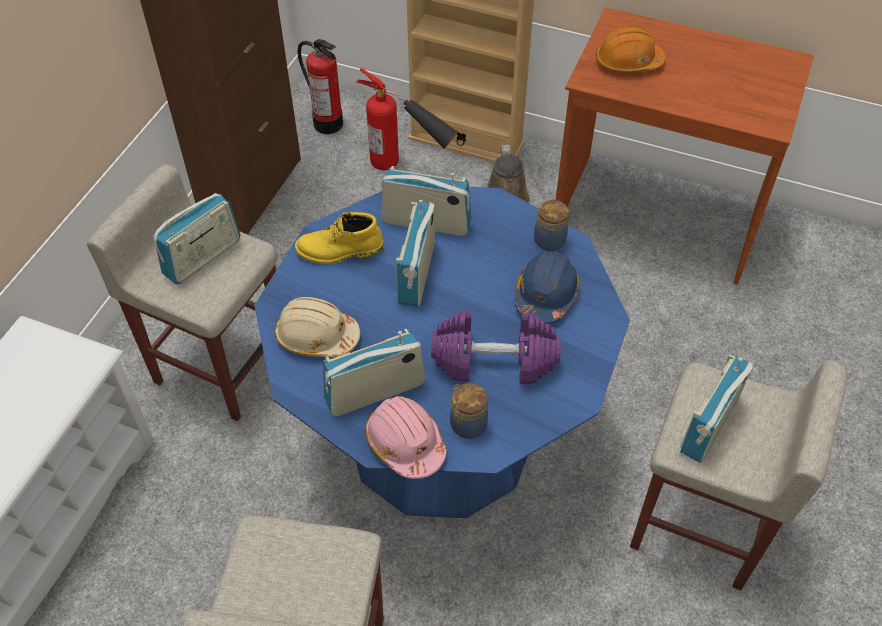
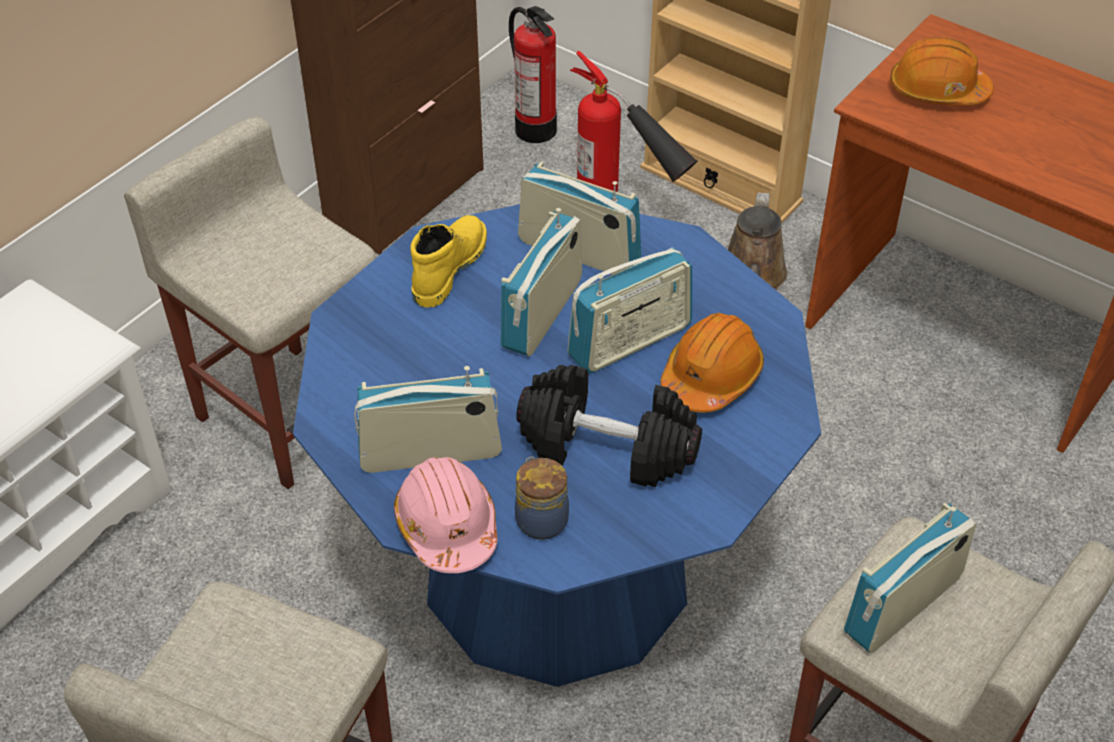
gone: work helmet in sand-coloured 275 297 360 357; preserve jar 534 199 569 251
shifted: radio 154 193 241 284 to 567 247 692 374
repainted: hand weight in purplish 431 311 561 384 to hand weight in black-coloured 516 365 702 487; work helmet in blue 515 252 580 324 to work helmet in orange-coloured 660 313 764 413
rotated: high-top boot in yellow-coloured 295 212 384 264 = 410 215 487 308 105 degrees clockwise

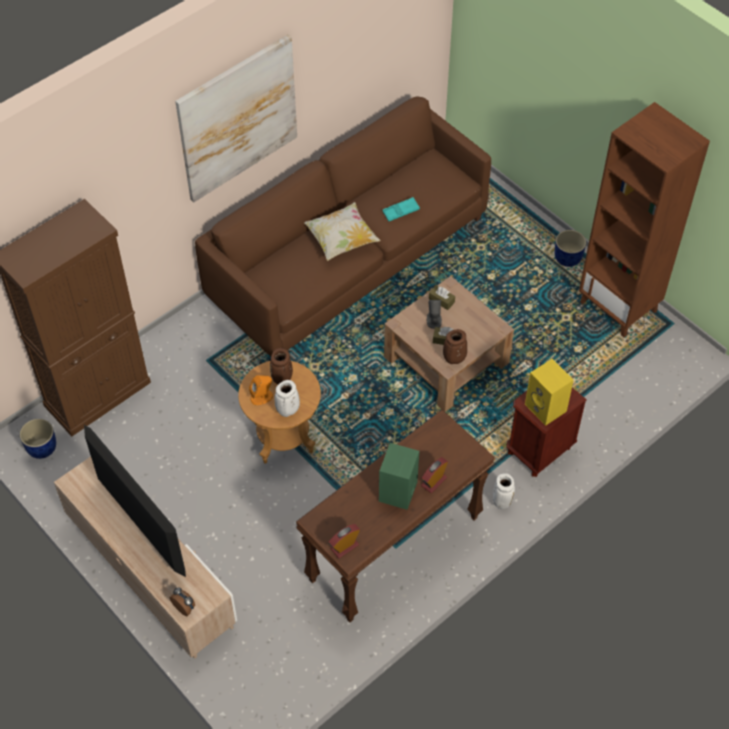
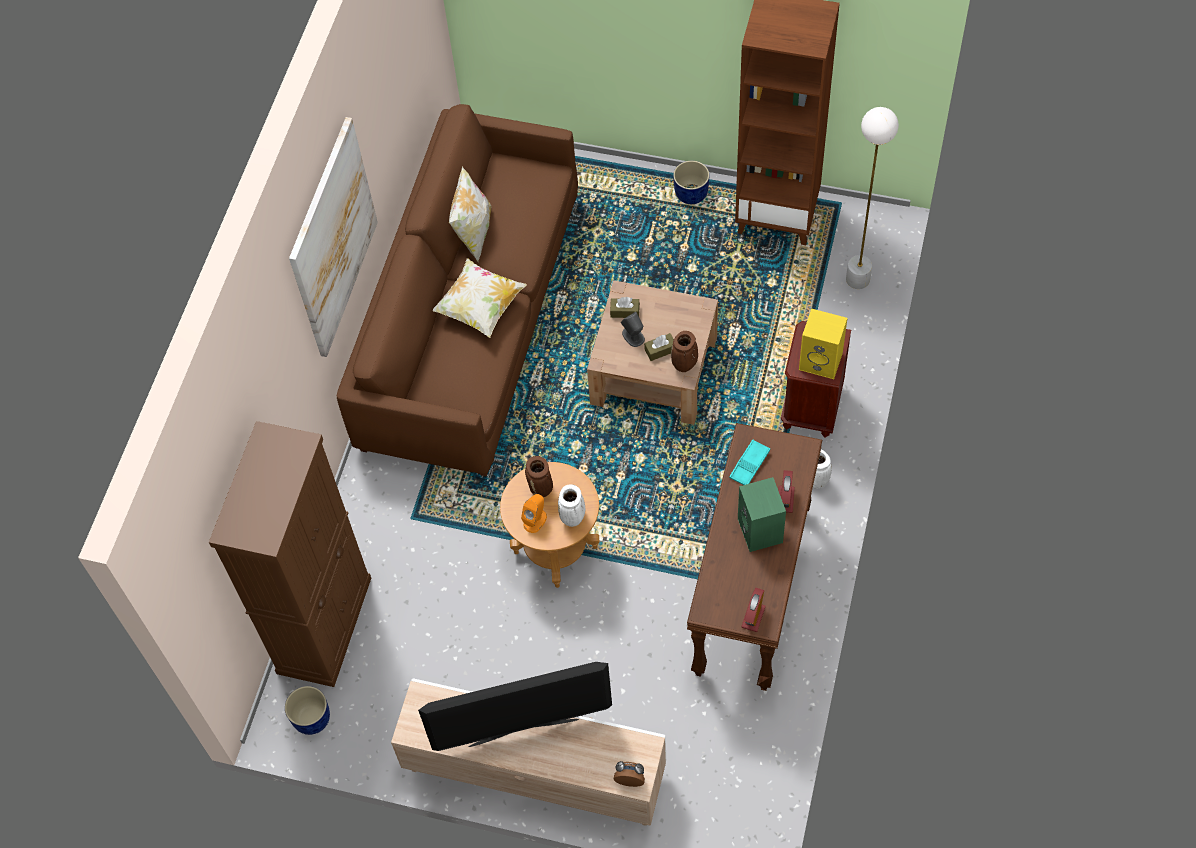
new: pillow 449 166 491 262; floor lamp in white 846 107 899 289
shifted: carrying tray in blue-green 382 197 420 221 to 729 439 770 485
rotated: television 84 425 186 577 = 418 662 612 751 150 degrees clockwise

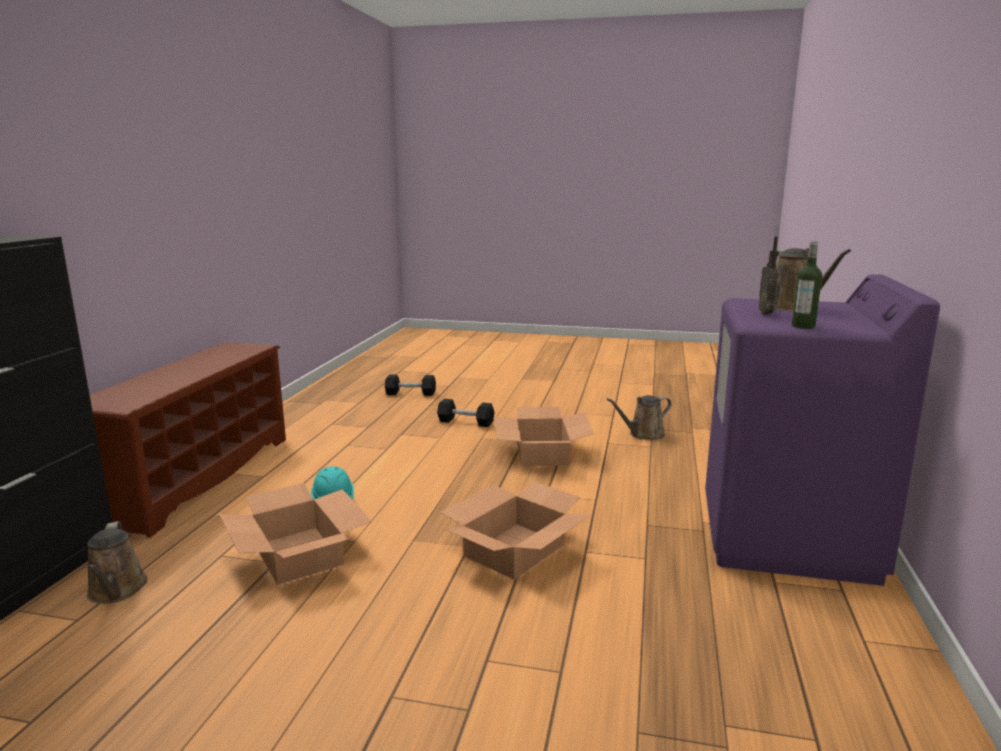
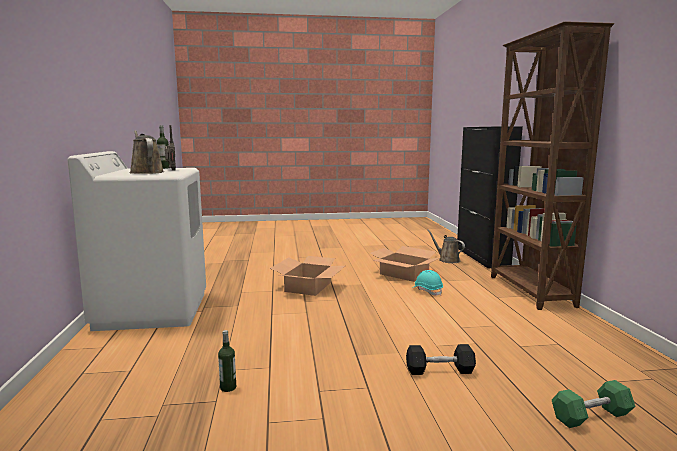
gone: packing box 495 407 594 466
swapped: shoe shelf in brown 90 342 286 538 to bookcase in brown 491 21 614 310; watering pot in brown 607 395 672 440 to drink bottle 218 330 236 392
repainted: hand weight in black-coloured 385 374 436 396 to hand weight in green-coloured 552 380 636 428; laundry machine in purplish 705 274 940 586 to laundry machine in white 67 151 206 331

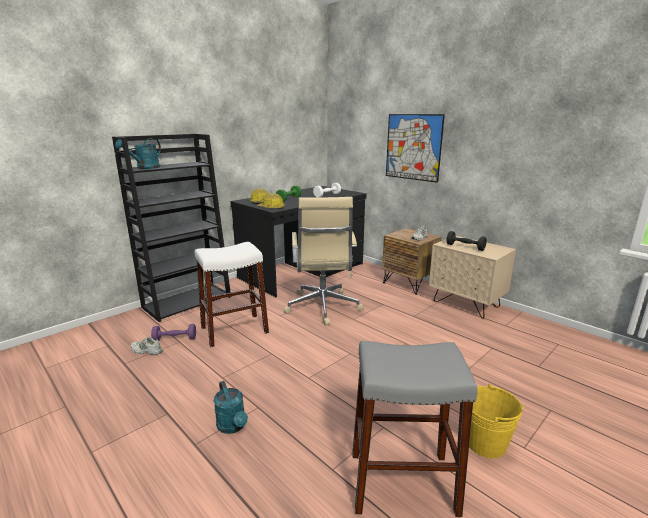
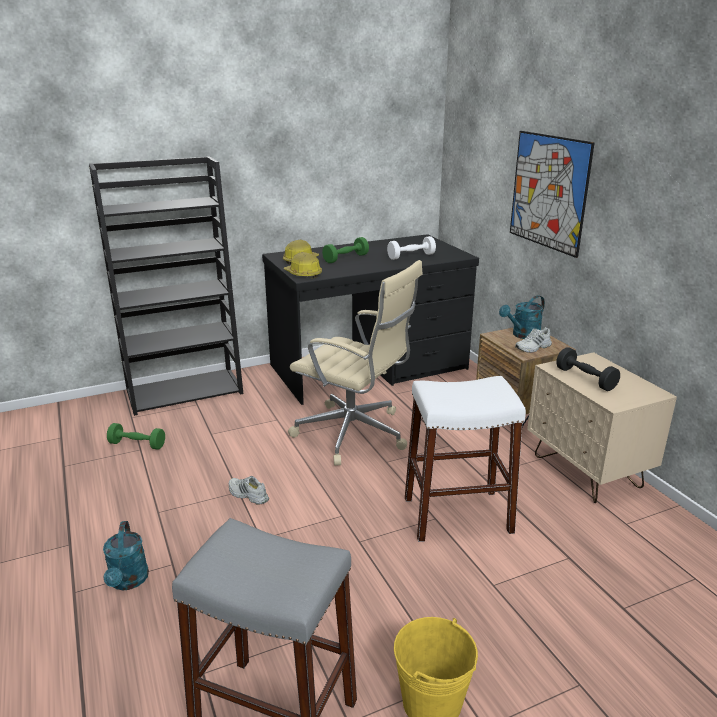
shifted: watering pot in blue-green 115 138 161 169 to 499 295 545 339; shoe in white 131 337 163 355 to 229 476 269 505; sitting stool in white 195 242 269 347 to 405 376 526 542
repainted: hand weight in purplish 151 324 196 341 to hand weight in green-coloured 107 423 165 450
rotated: computer chair in sand-coloured 283 197 364 325 = 288 260 423 466 75 degrees counterclockwise

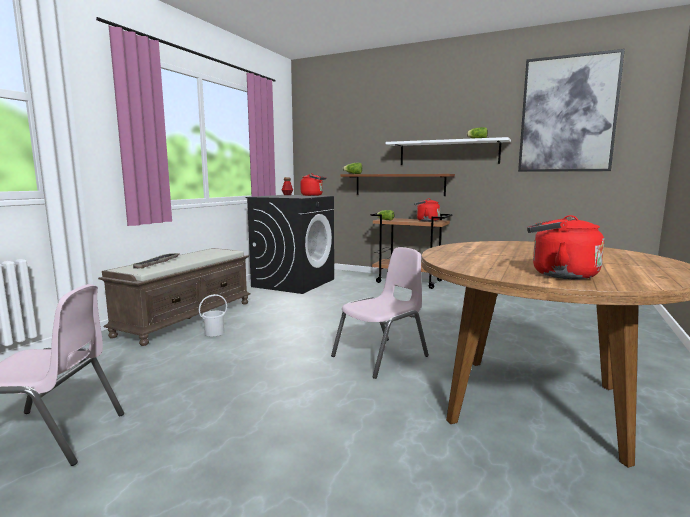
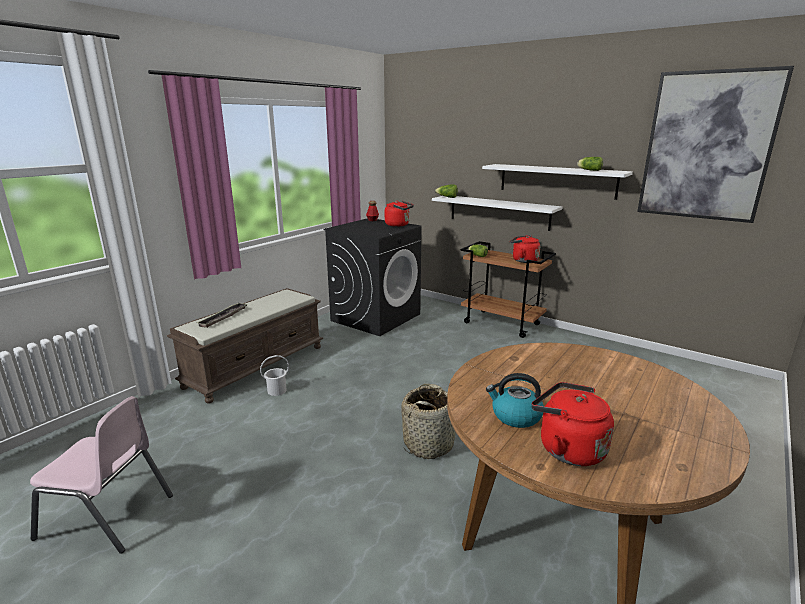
new: water kettle 486 373 544 428
swapped: chair in pinkish 331 247 429 379 to storage basket 401 384 456 459
repainted: bracket shelf in brown 340 174 455 196 to bracket shelf in white 432 196 562 231

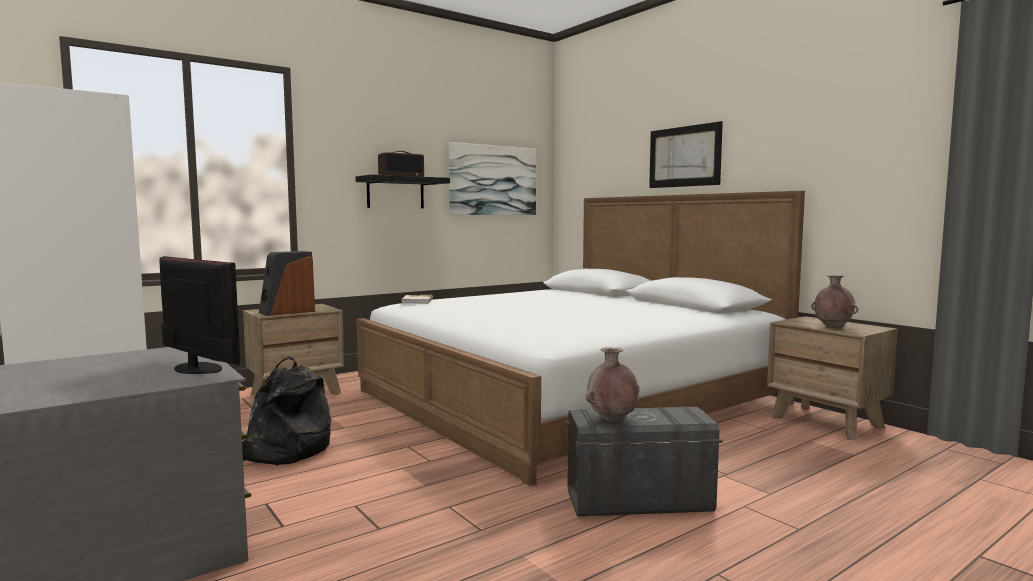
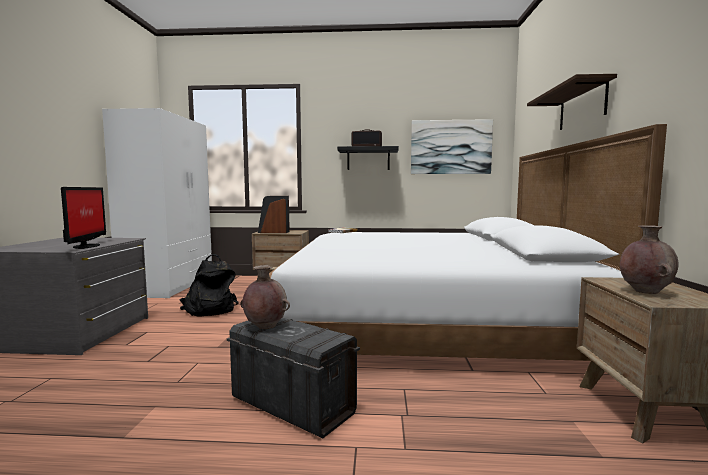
swapped: picture 649 121 723 188 to bracket shelf 527 74 617 130

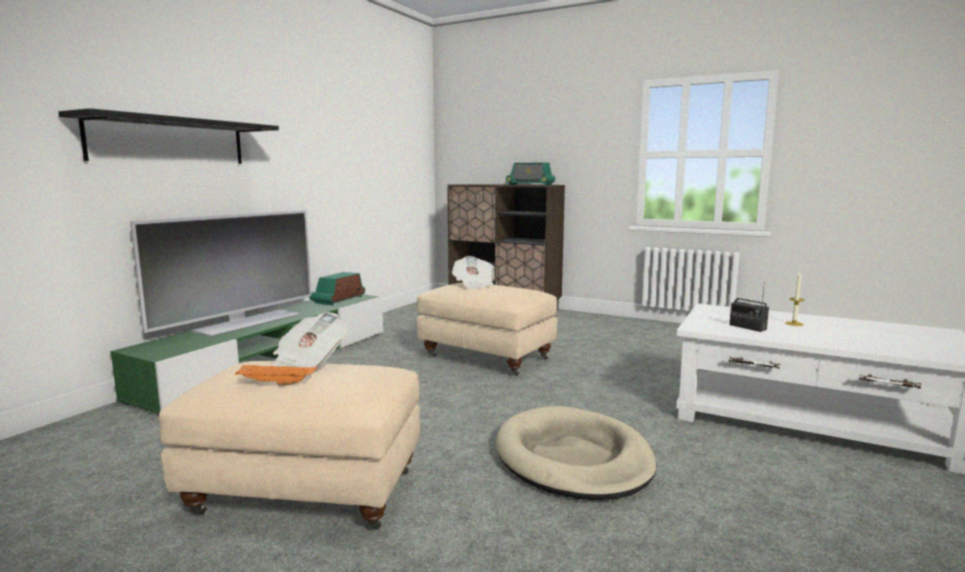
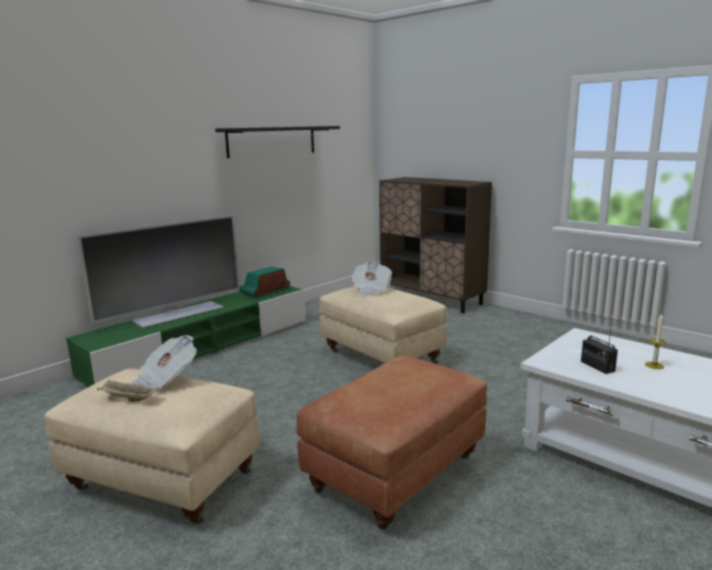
gone: radio 506 163 555 185
shifted: bracket shelf in black-coloured 58 108 279 164 to 215 126 340 158
swapped: dog cushion in sand-coloured 496 406 657 500 to pouffe in brown 296 356 487 530
repainted: carrying tray in orange-coloured 235 364 317 386 to carrying tray in sand-coloured 97 380 159 402

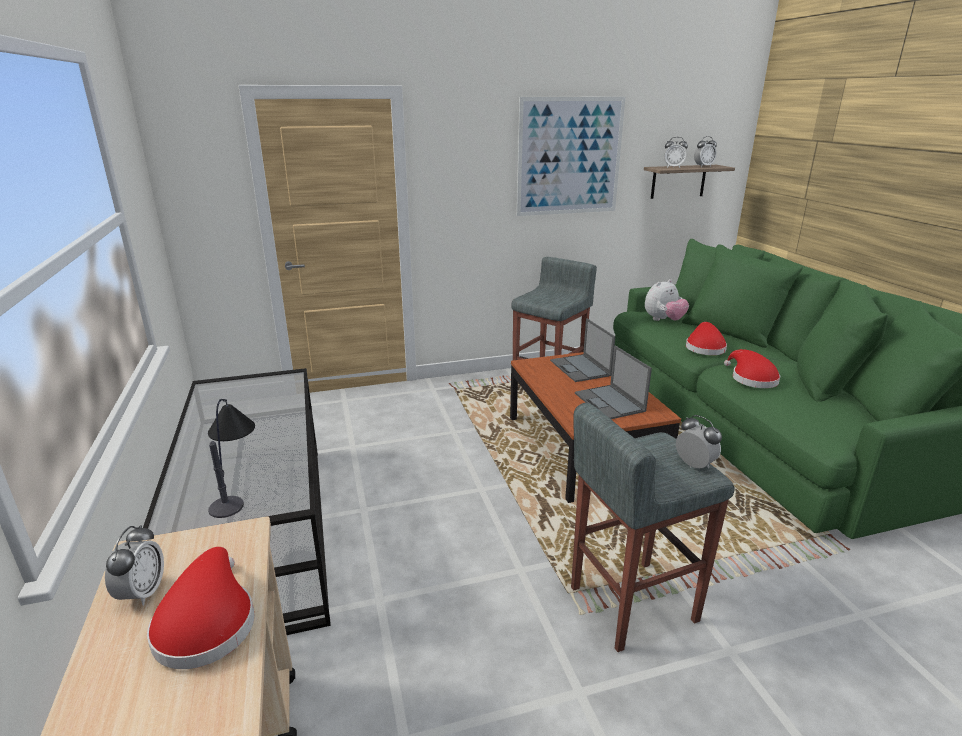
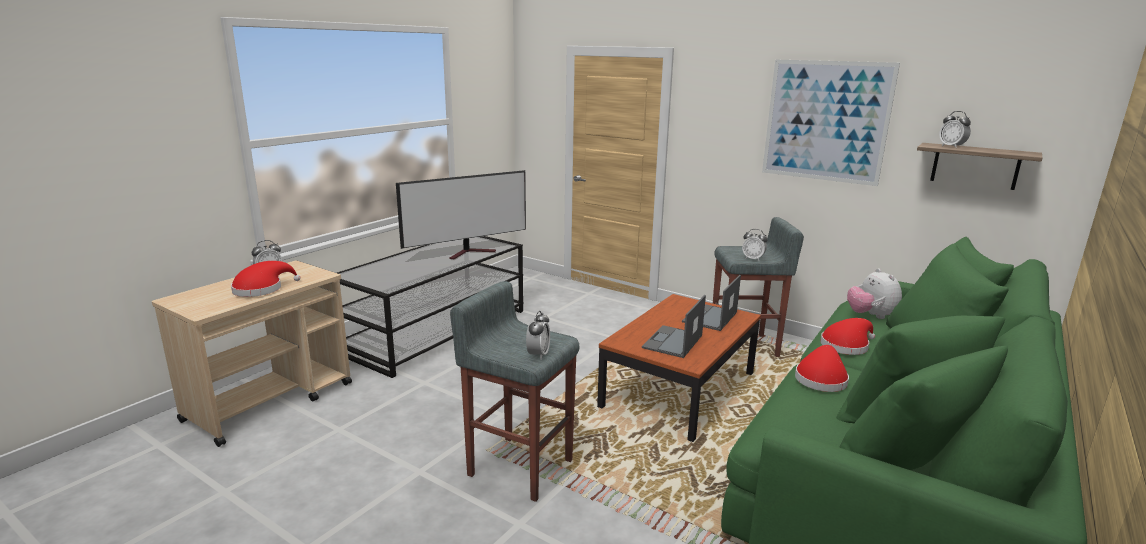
gone: lamp for a table 208 399 255 518
new: television 396 170 526 259
shifted: bedside clock 694 136 717 167 to 742 229 768 261
rotated: soft toy 645 279 689 321 = 847 268 902 319 60 degrees clockwise

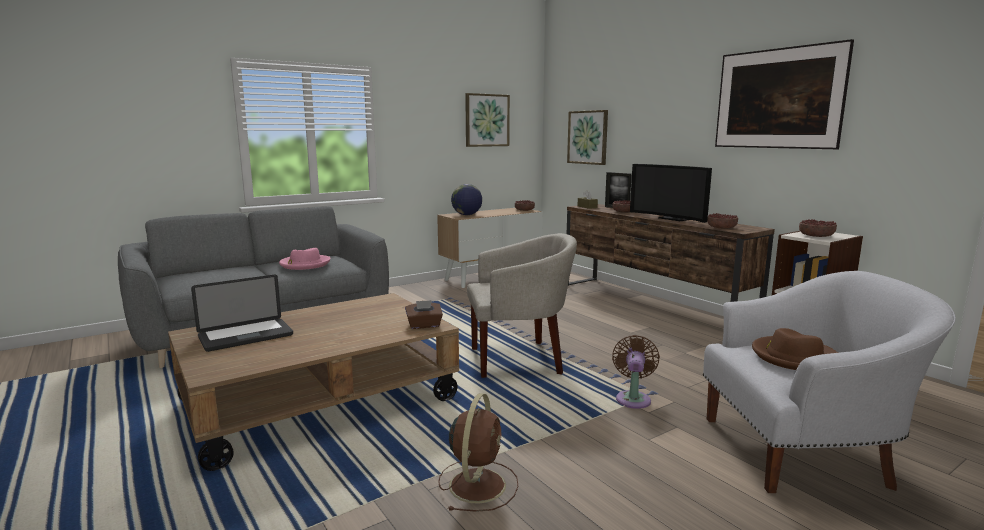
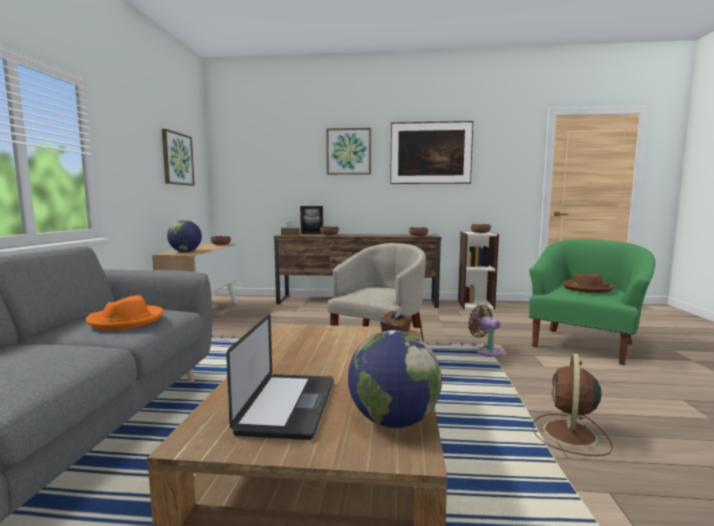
gone: television 630 164 712 223
new: globe 348 330 442 428
shifted: picture 567 110 608 165 to 326 128 371 175
repainted: hat in pinkish 279 248 330 270 to hat in orange-coloured 86 295 163 330; armchair in white 703 271 956 493 to armchair in green-coloured 529 239 656 365
rotated: fan in brown 438 393 518 512 = 533 353 613 456 120 degrees counterclockwise

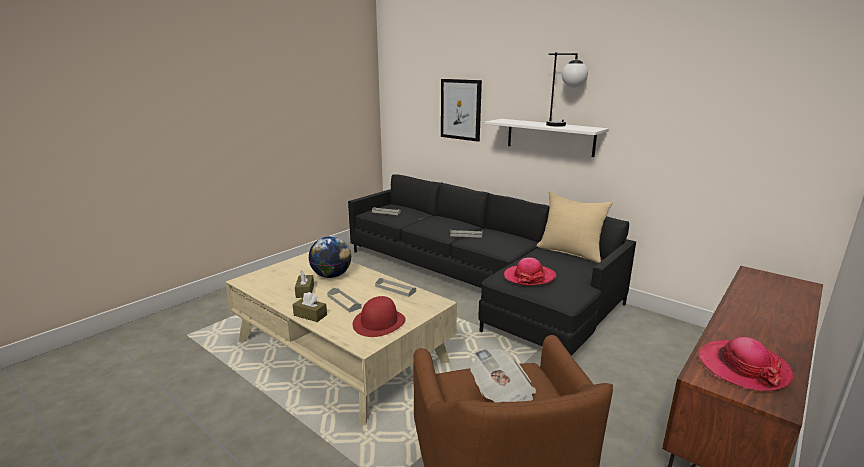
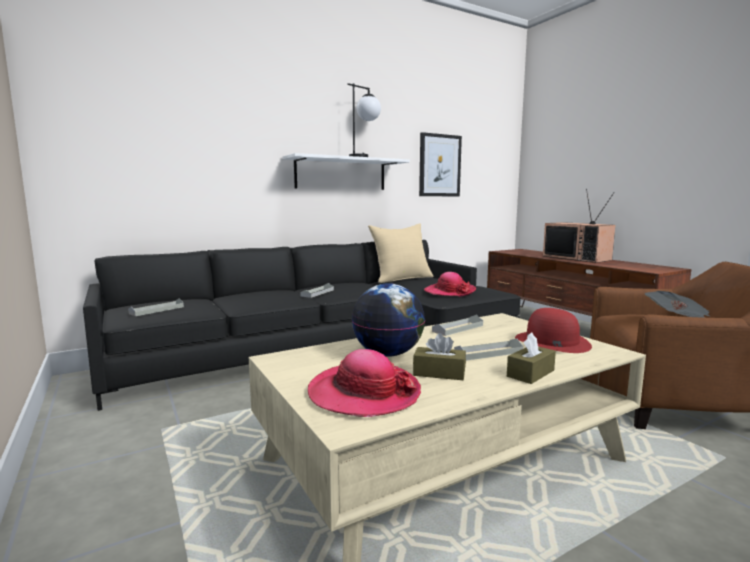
new: television 543 189 615 263
shifted: picture 441 79 482 142 to 419 132 462 196; hat 698 337 793 391 to 308 349 421 417

